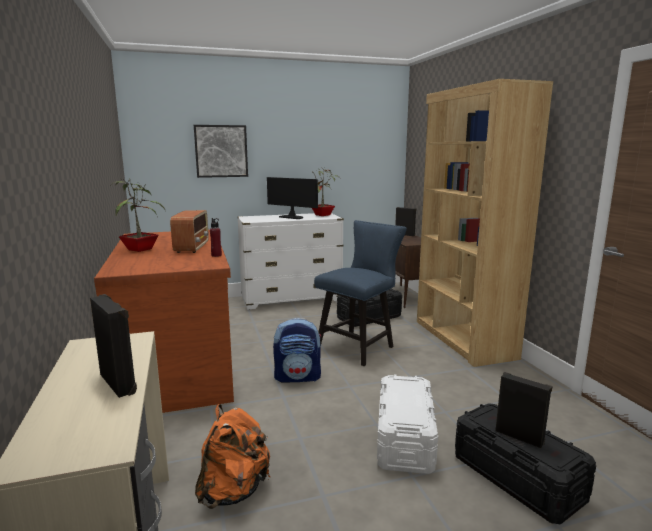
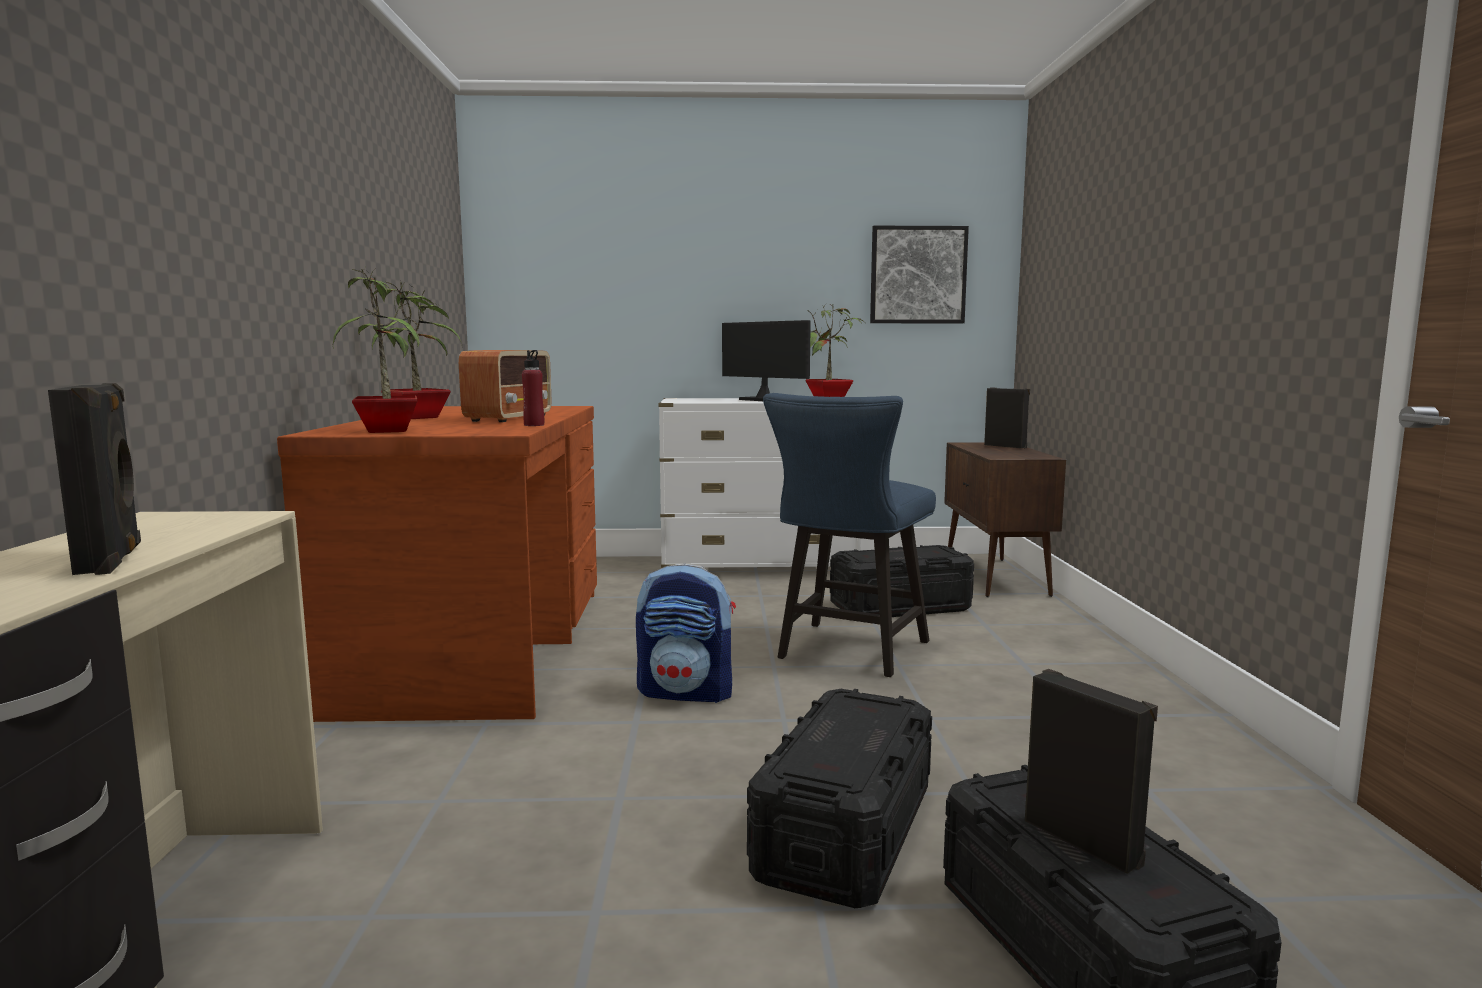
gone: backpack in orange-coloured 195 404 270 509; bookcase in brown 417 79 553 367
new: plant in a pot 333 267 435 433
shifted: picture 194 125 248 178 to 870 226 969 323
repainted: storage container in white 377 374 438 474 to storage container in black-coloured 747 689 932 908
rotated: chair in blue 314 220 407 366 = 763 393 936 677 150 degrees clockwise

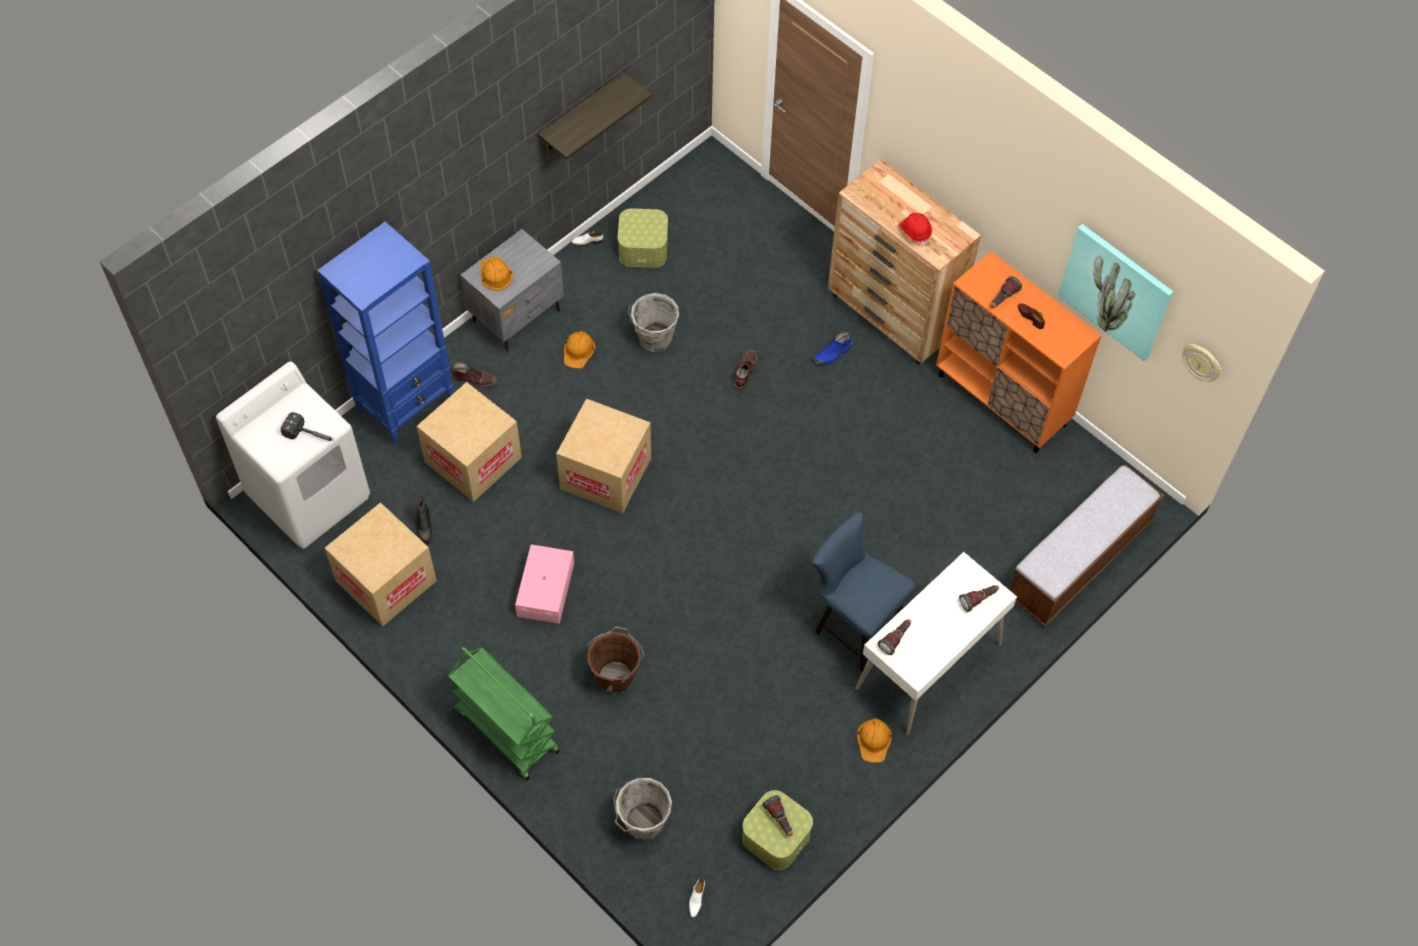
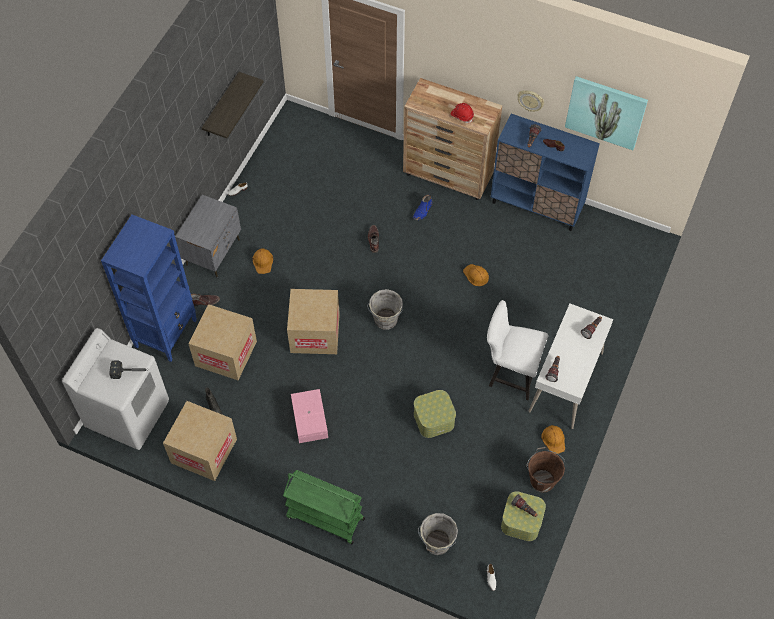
gone: long seat 1010 465 1164 627
shifted: work helmet in orange-coloured 480 257 513 291 to 463 264 489 286; pail in brown 587 626 644 694 to 526 447 565 493; storage container 618 208 668 268 to 414 390 456 438; pail in greyish 629 293 679 352 to 367 289 403 330; clock on the wall 1183 344 1222 382 to 517 91 544 112
repainted: chair in blue 812 512 916 672 to chair in white 487 300 548 400; storage cabinet in orange-coloured 936 251 1102 453 to storage cabinet in blue 491 114 600 231

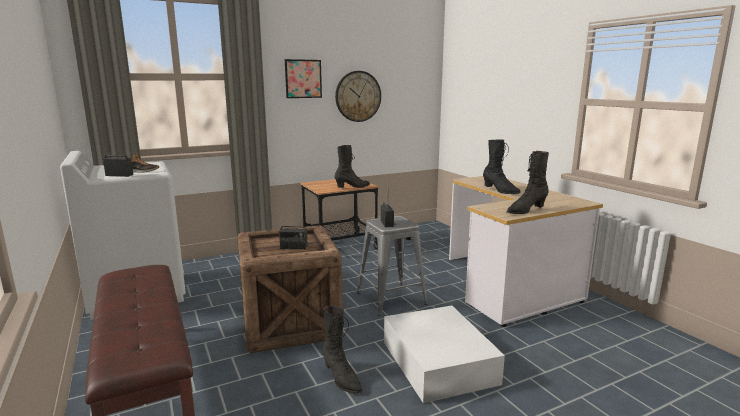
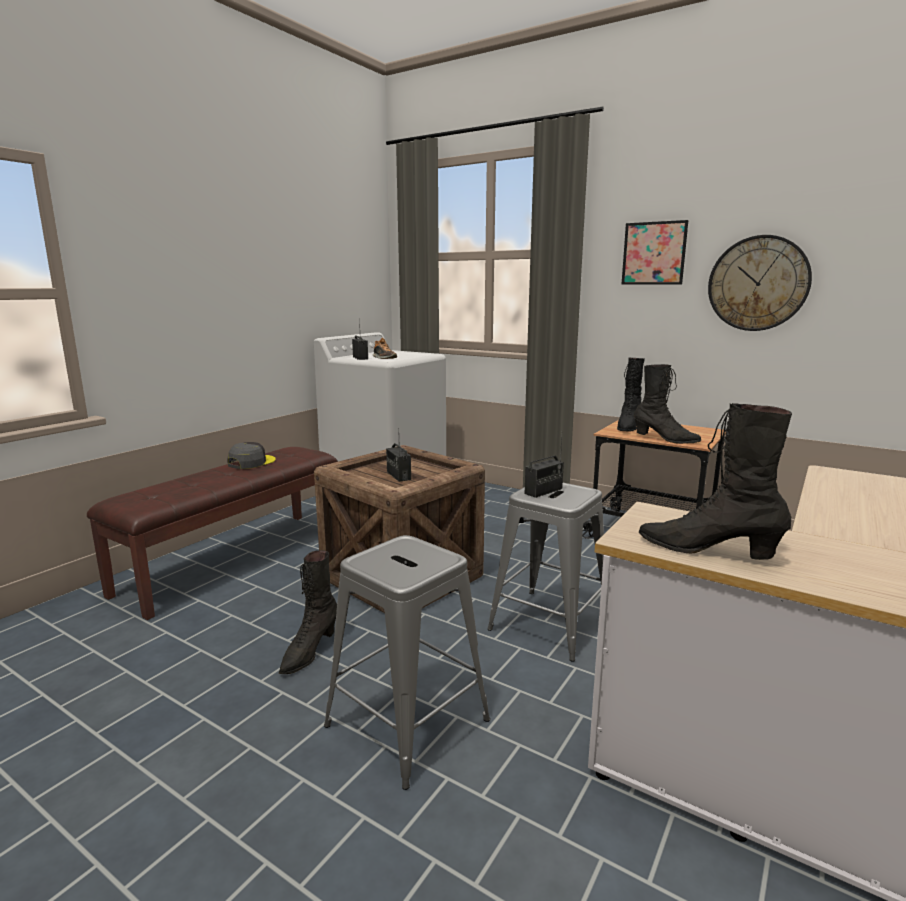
new: baseball cap in greyish 227 442 276 469
shifted: high-top boot in black-coloured 483 140 520 194 to 617 358 645 431
swapped: storage container in white 384 306 505 403 to sitting stool in greyish 324 535 490 790

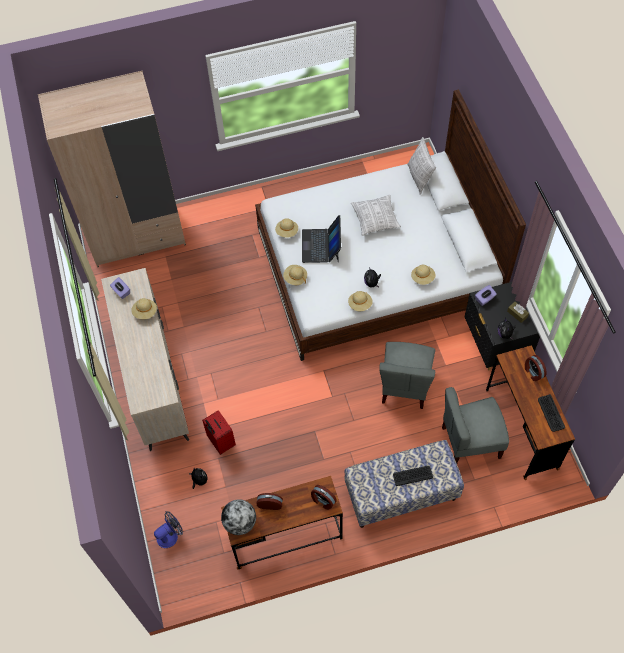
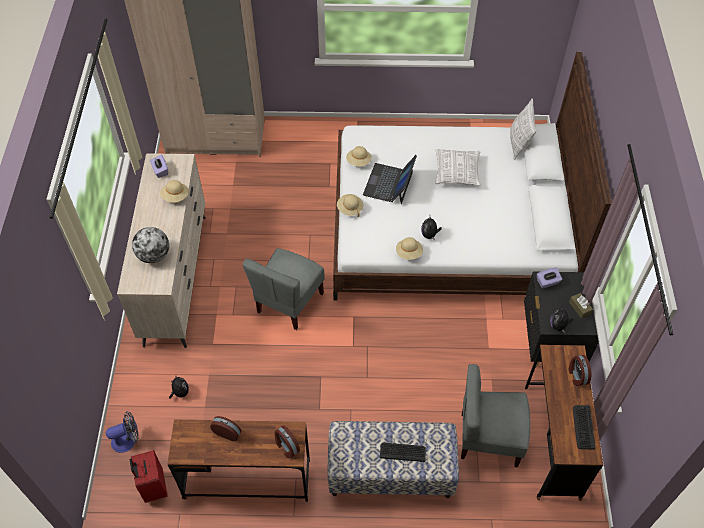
gone: hat in sand-coloured 411 265 436 285
shifted: travel case in reddish 202 410 236 455 to 130 450 168 503; globe 221 499 256 535 to 132 227 169 263; chair in greyish 379 342 435 409 to 243 248 324 330

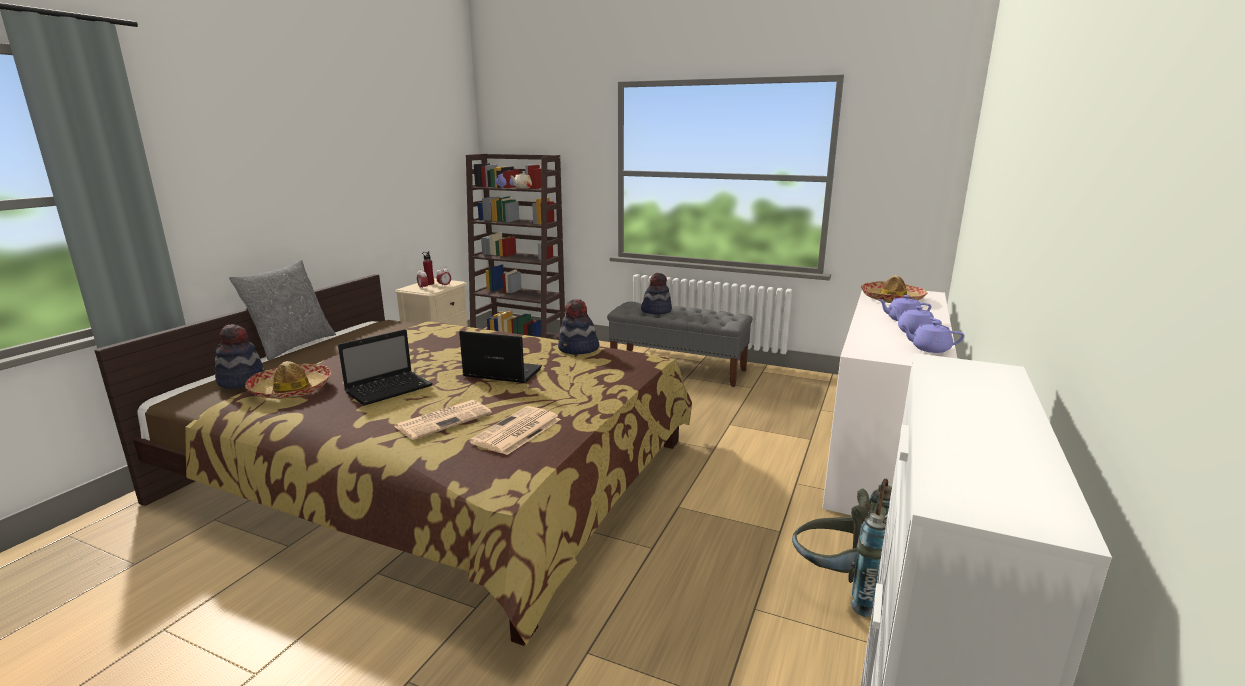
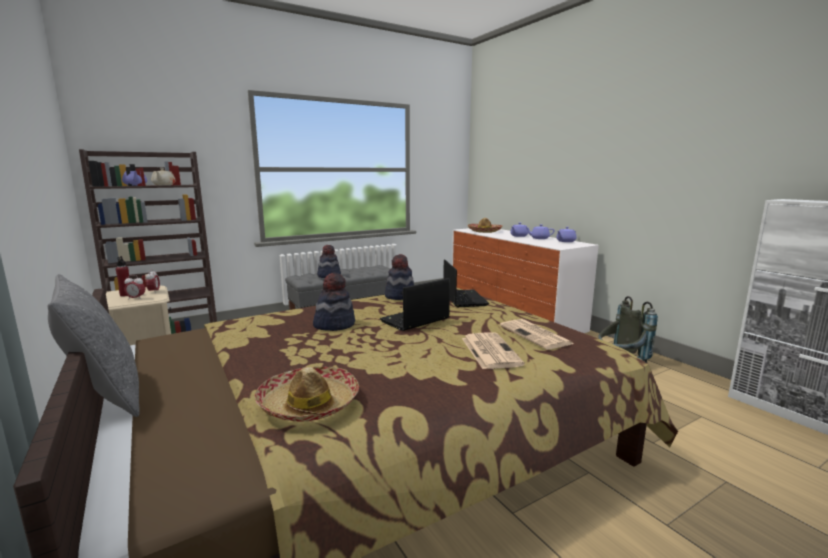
shifted: hat 215 324 265 389 to 313 273 355 331; notebook computer 338 329 433 406 to 443 259 489 307

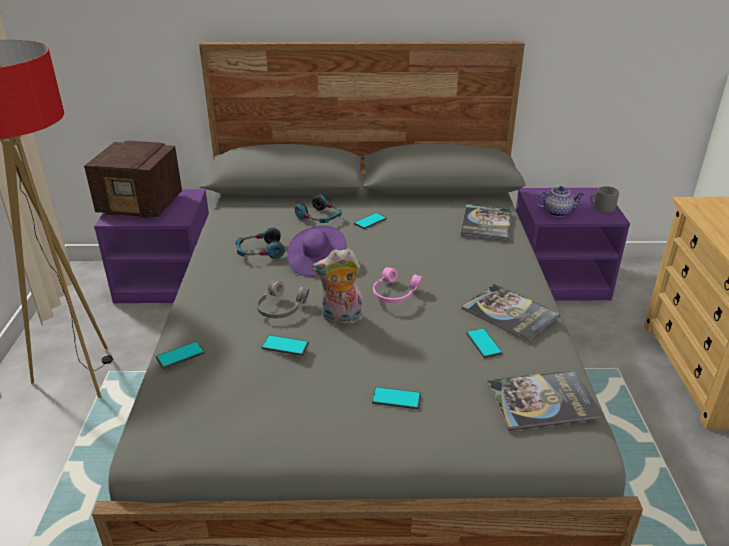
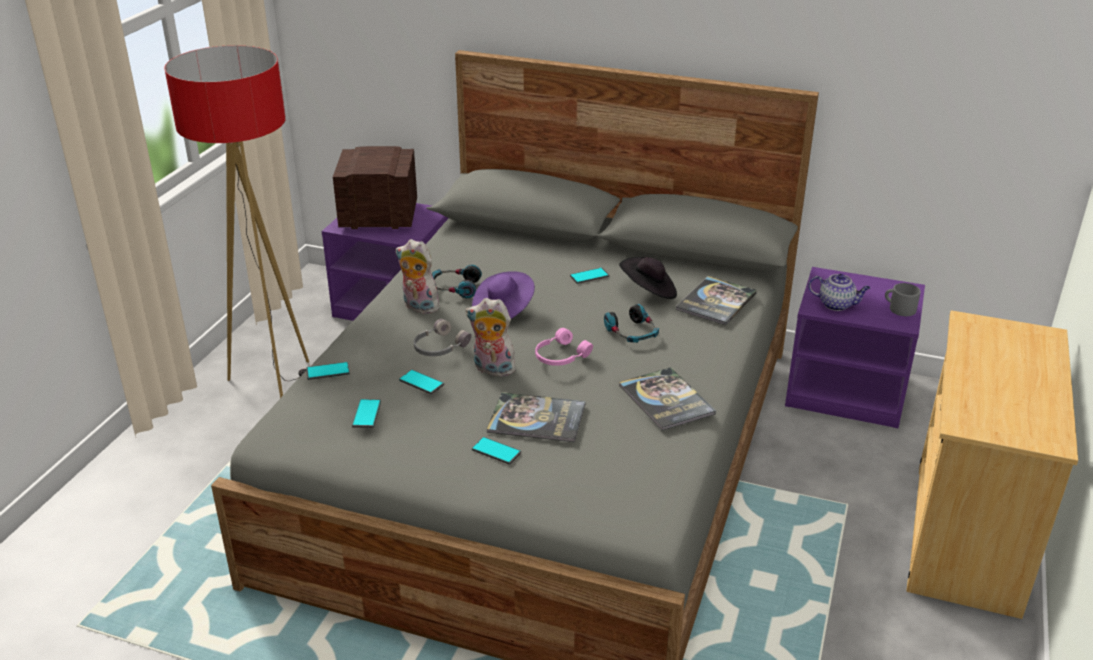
new: soft toy 396 239 440 314; hat in black-coloured 619 257 677 299
shifted: headphones 295 195 341 223 to 604 304 659 343; phone 466 328 503 358 to 352 399 381 428; bound book 487 370 602 431 to 487 392 585 442
rotated: radio 84 141 182 218 = 333 146 417 229 150 degrees clockwise

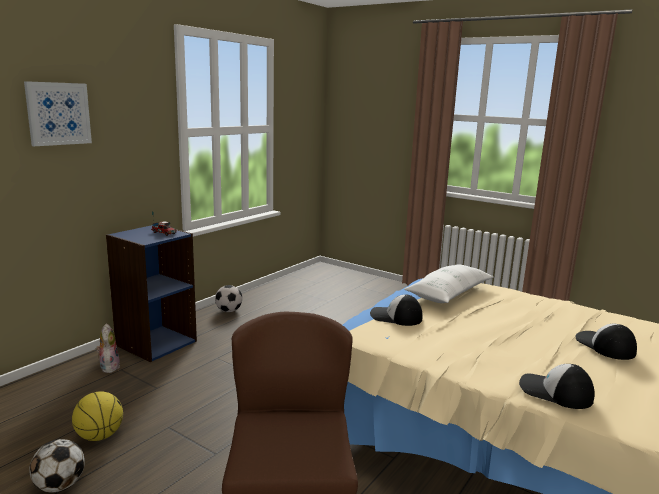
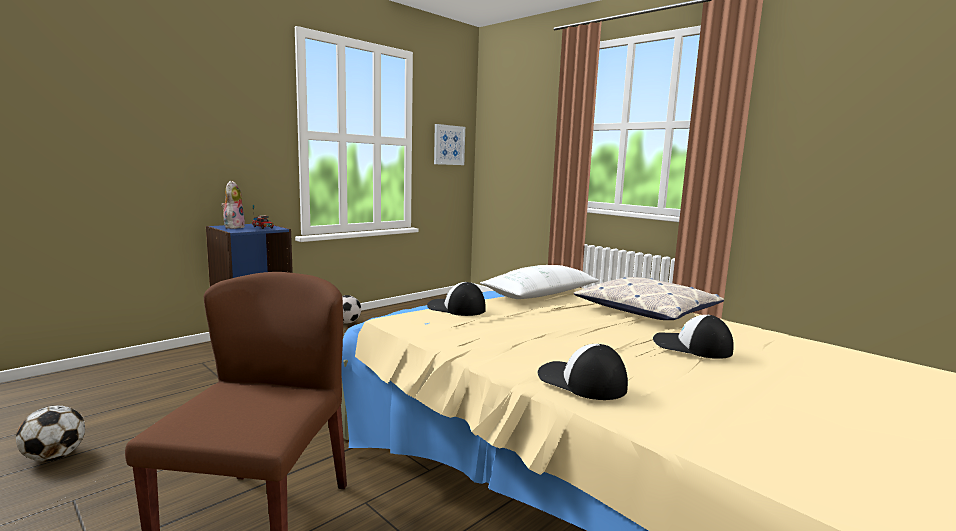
gone: basketball 72 392 123 441
new: pillow 574 277 724 320
shifted: picture 24 81 92 146 to 434 124 465 165; soft toy 96 324 120 373 to 221 181 245 229
rotated: baseball cap 575 324 637 360 = 653 315 734 359 45 degrees counterclockwise

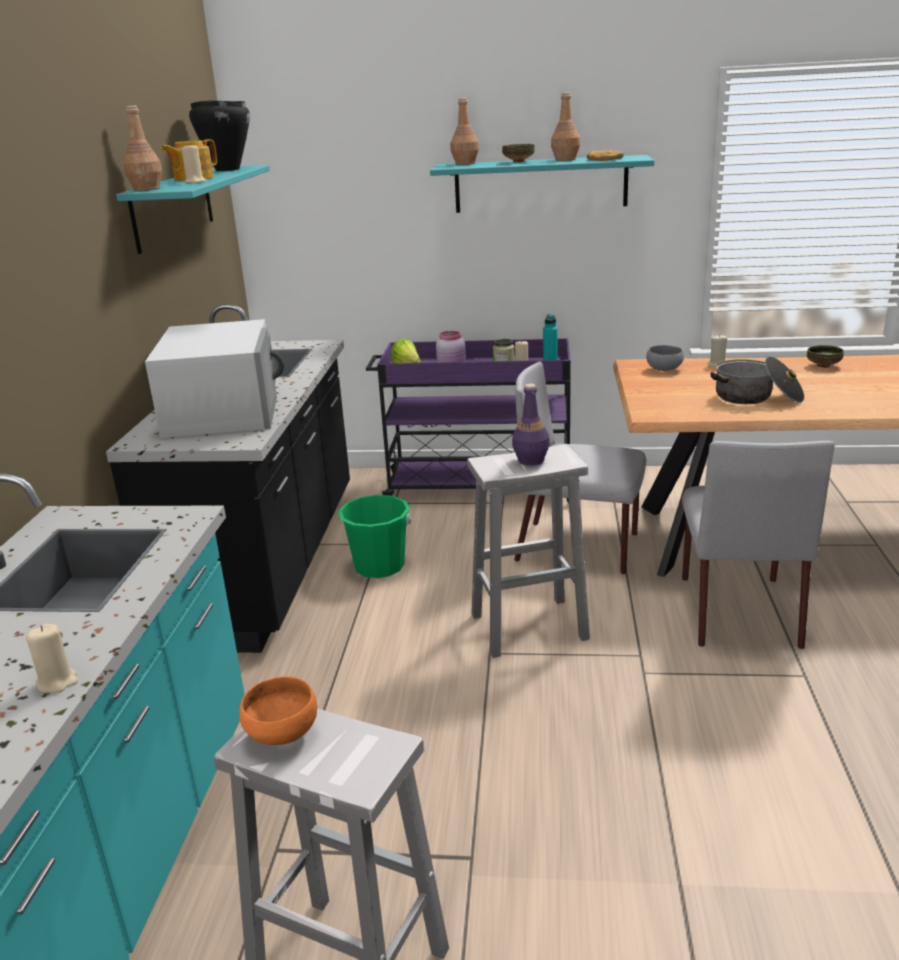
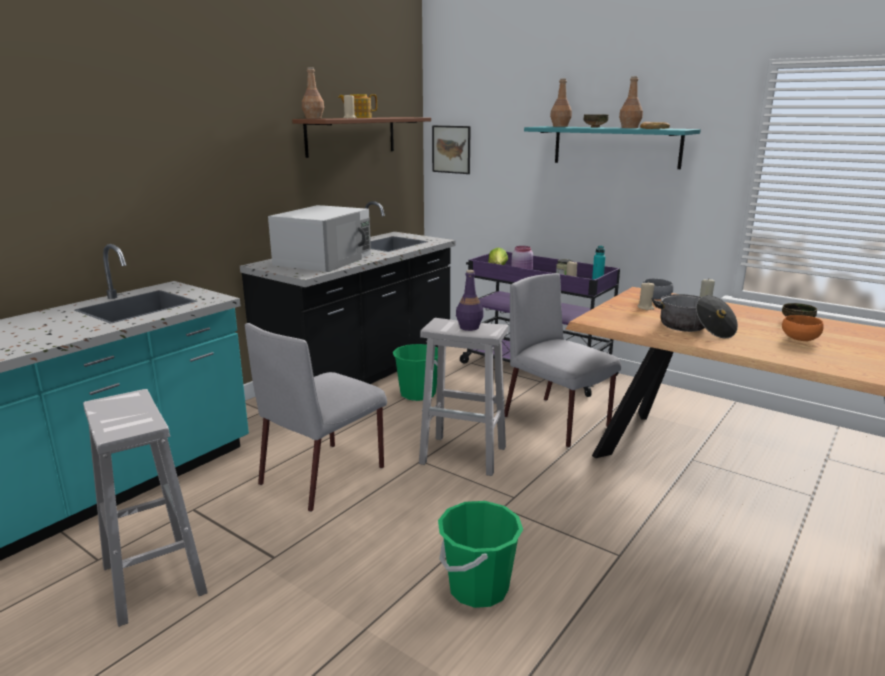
gone: stockpot in black-coloured 189 100 250 171
new: picture 432 125 471 174; pail in green-coloured 438 501 523 608
shifted: wax light in sand-coloured 26 624 78 693 to 637 281 655 310; bowl in orange-coloured 239 677 317 745 to 782 315 823 341; chair in greyish 682 441 835 649 to 245 323 387 512
repainted: bracket shelf in blue-green 116 165 270 254 to bracket shelf in brown 292 117 431 158

